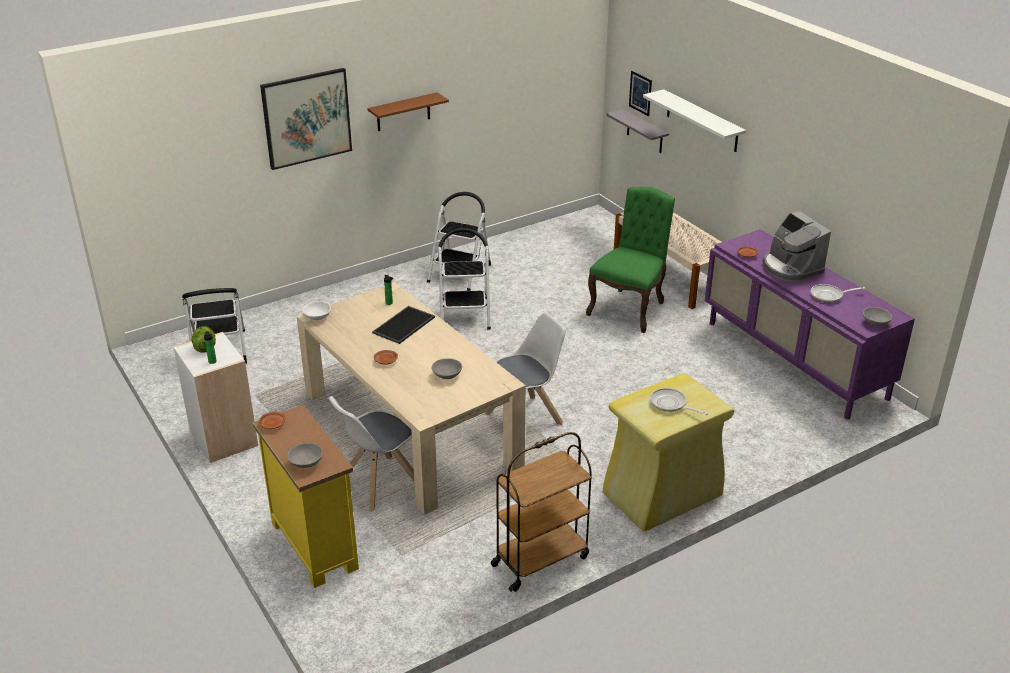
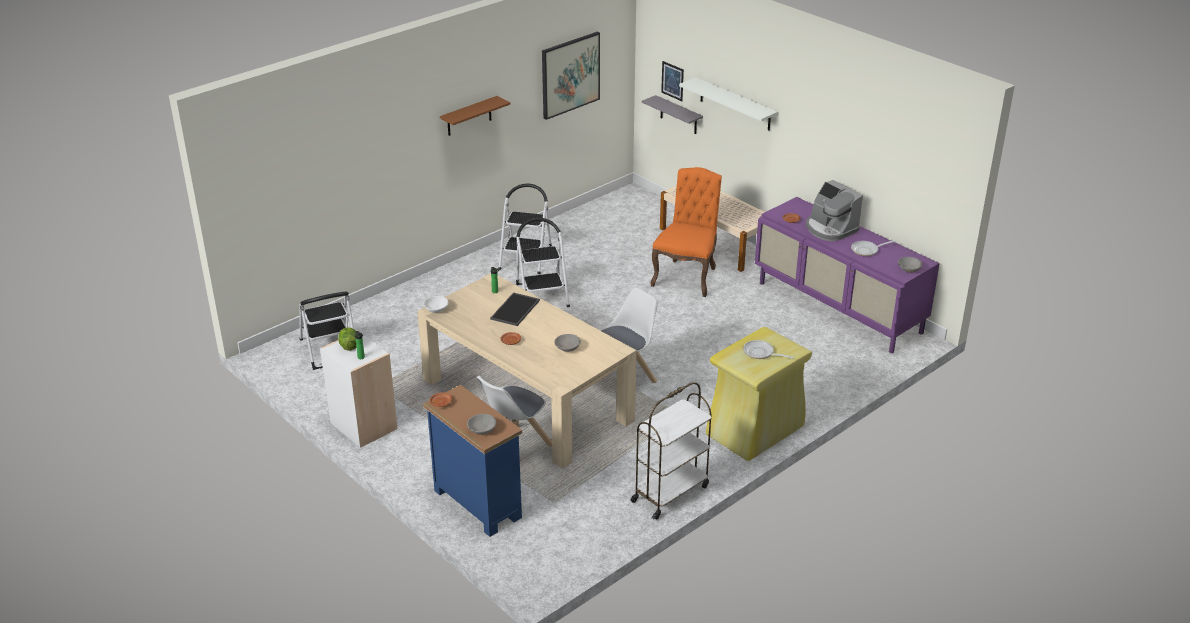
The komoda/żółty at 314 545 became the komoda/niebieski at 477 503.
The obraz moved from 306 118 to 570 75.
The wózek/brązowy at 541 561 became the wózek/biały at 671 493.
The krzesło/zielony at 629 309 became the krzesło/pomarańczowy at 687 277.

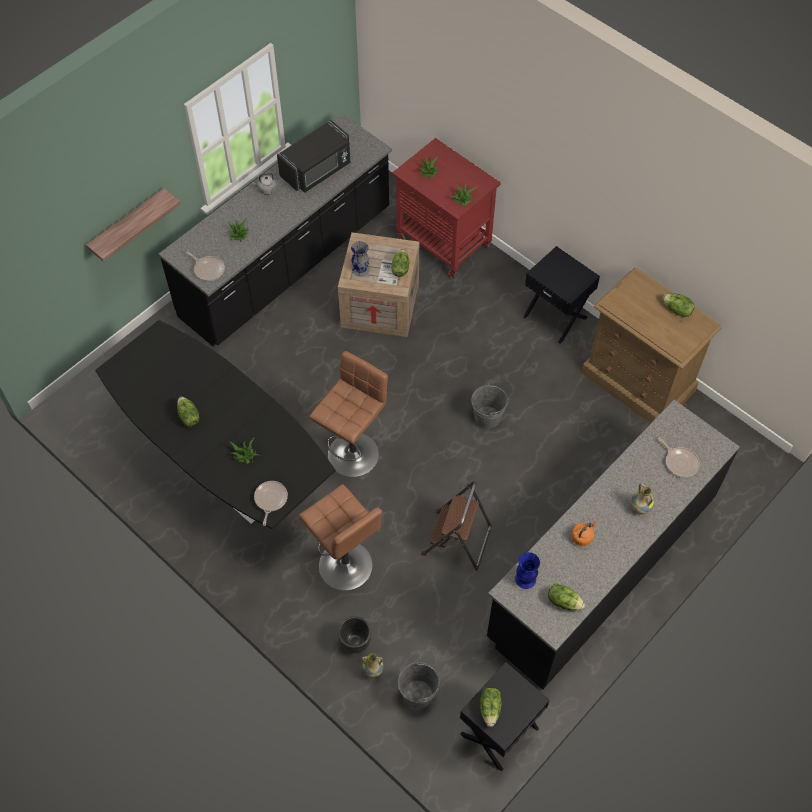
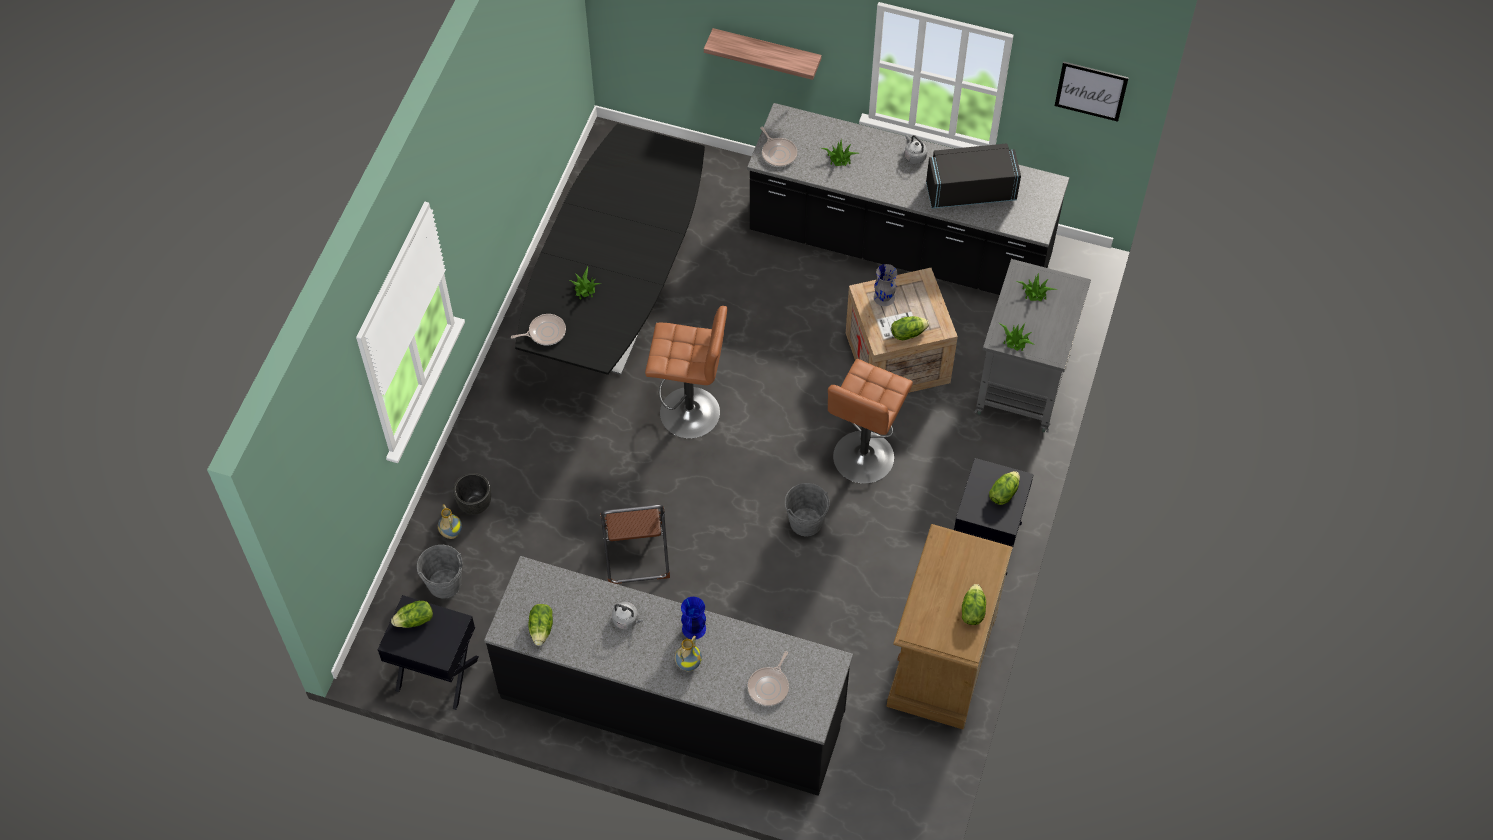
The czajnik/pomarańczowy at 582 536 became the czajnik/szary at 627 620.
The wazon/niebieski moved from 525 579 to 693 628.
The patelnia at 208 269 turned 45 degrees counterclockwise.
The stołek/brązowy moved from 345 566 to 862 457.
The mikrofalówka/czarny at 317 170 turned 150 degrees clockwise.
The wózek/czerwony at 444 244 became the wózek/szary at 1022 386.
The sałata moved from 188 417 to 1003 493.
The obraz at 1091 91 appeared.

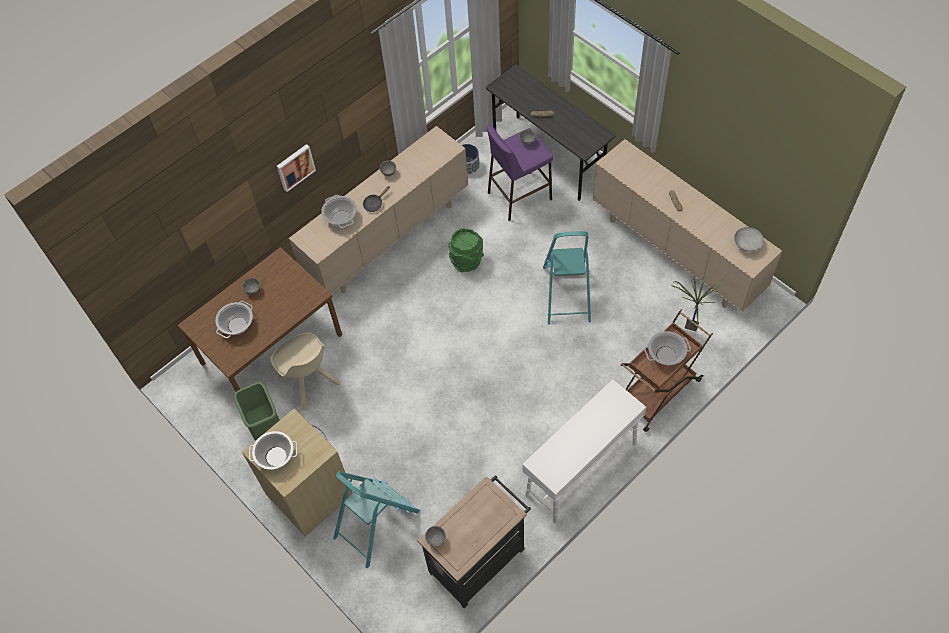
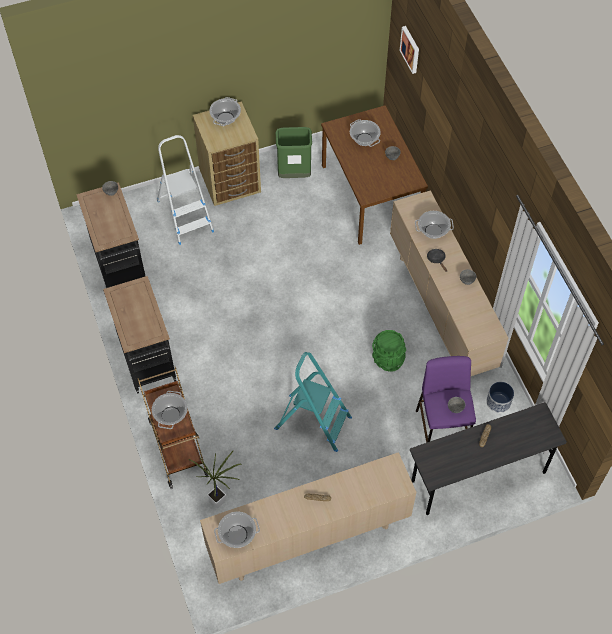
The stolik konsolowy/biały at 580 469 was replaced by the wózek/czarny at 147 360.
The drabinka/turkusowy at 377 523 became the drabinka/biały at 185 216.
The miska/szary at 746 244 was replaced by the garnek at 237 534.
The obraz moved from 295 167 to 411 49.
The krzesło/beżowy at 309 382 disappeared.

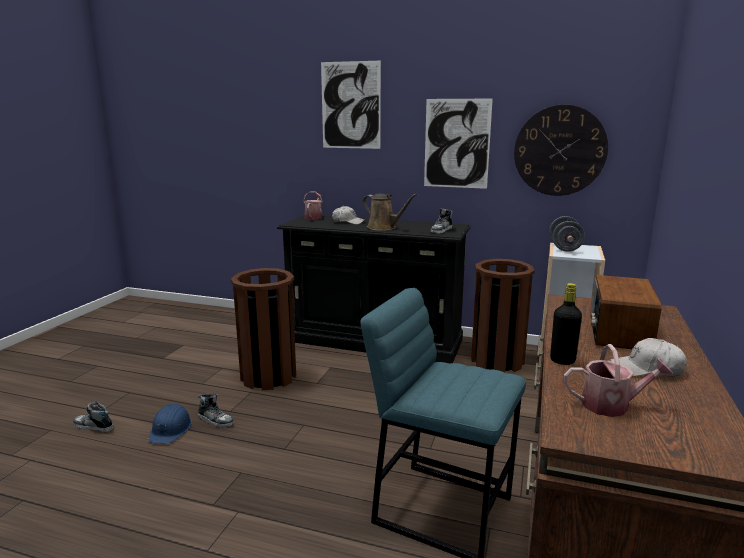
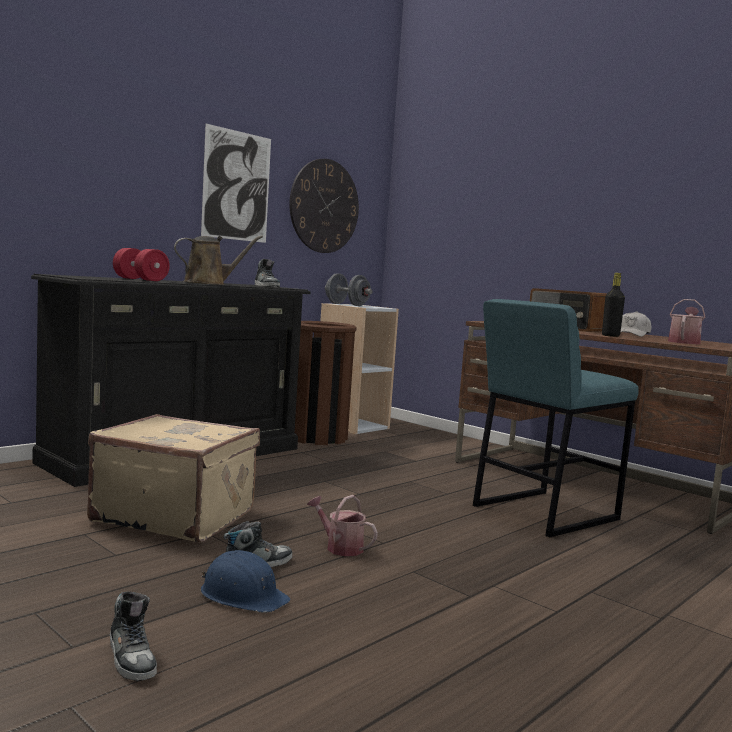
The kosz na śmieci/brązowy at 268 376 was replaced by the walizka/beżowy at 175 515.
The but at 93 426 turned 75 degrees counterclockwise.
The czapka z daszkiem/biały at 348 222 was replaced by the hantel/czerwony at 140 279.
The konewka moved from 314 217 to 340 547.
The obraz at 350 105 disappeared.

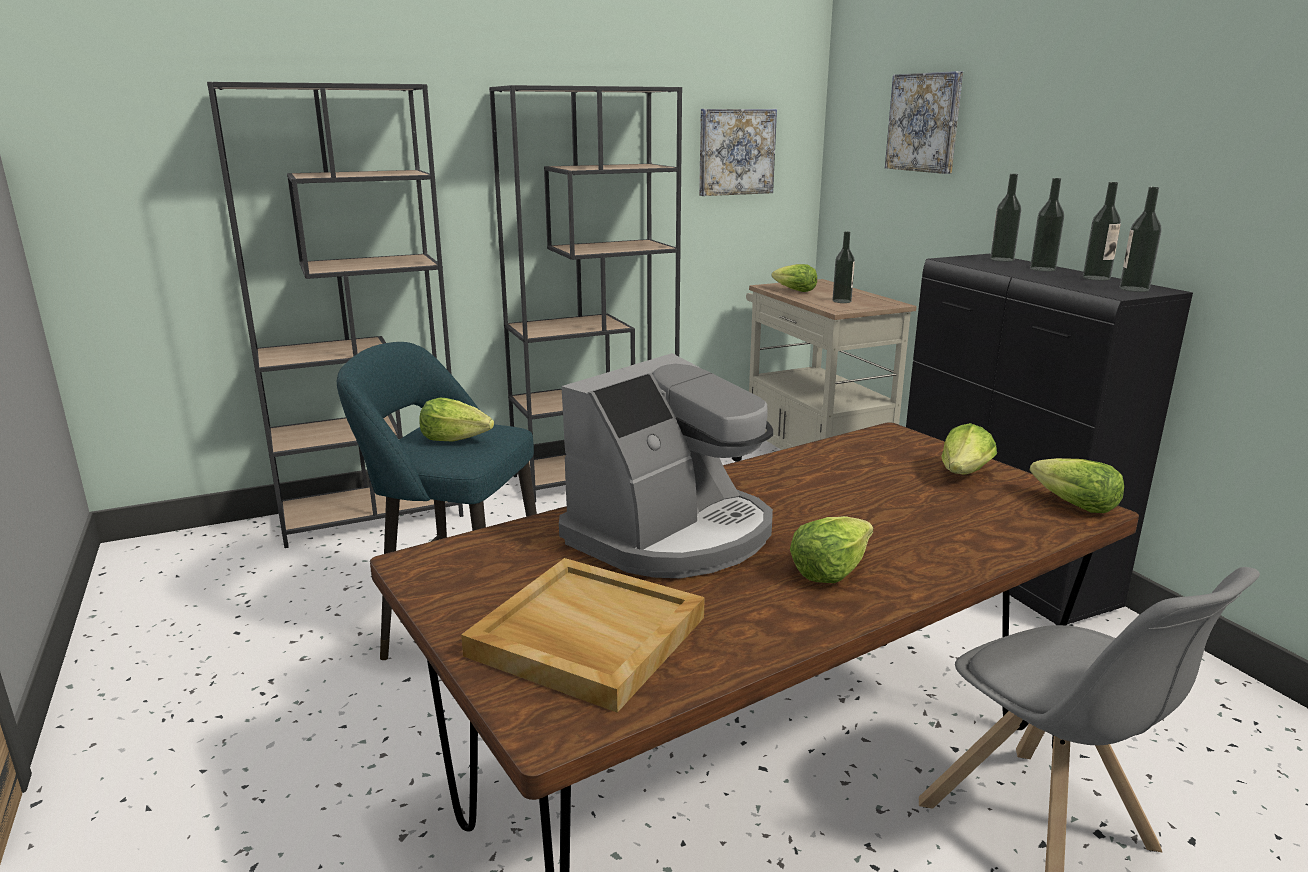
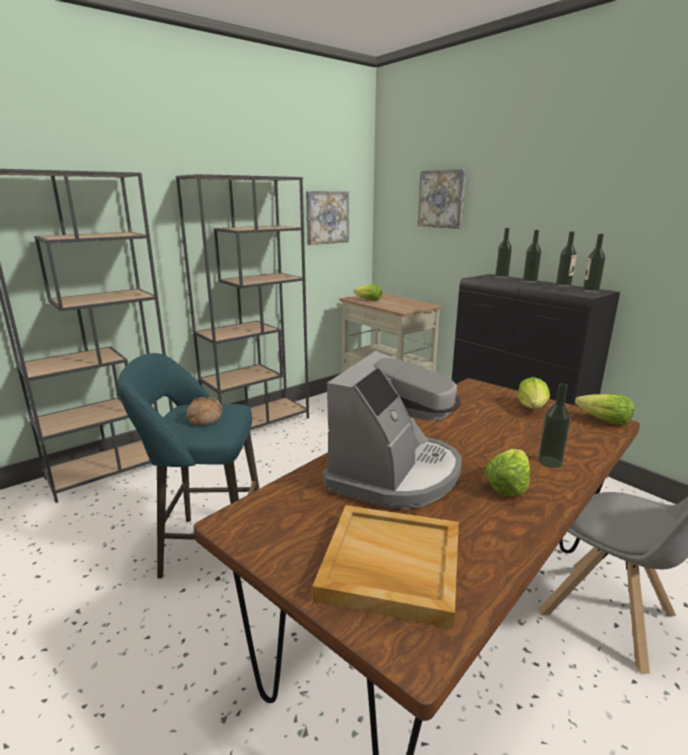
The sałata at 456 439 was replaced by the chleb at 204 418.
The butelka moved from 841 301 to 550 462.

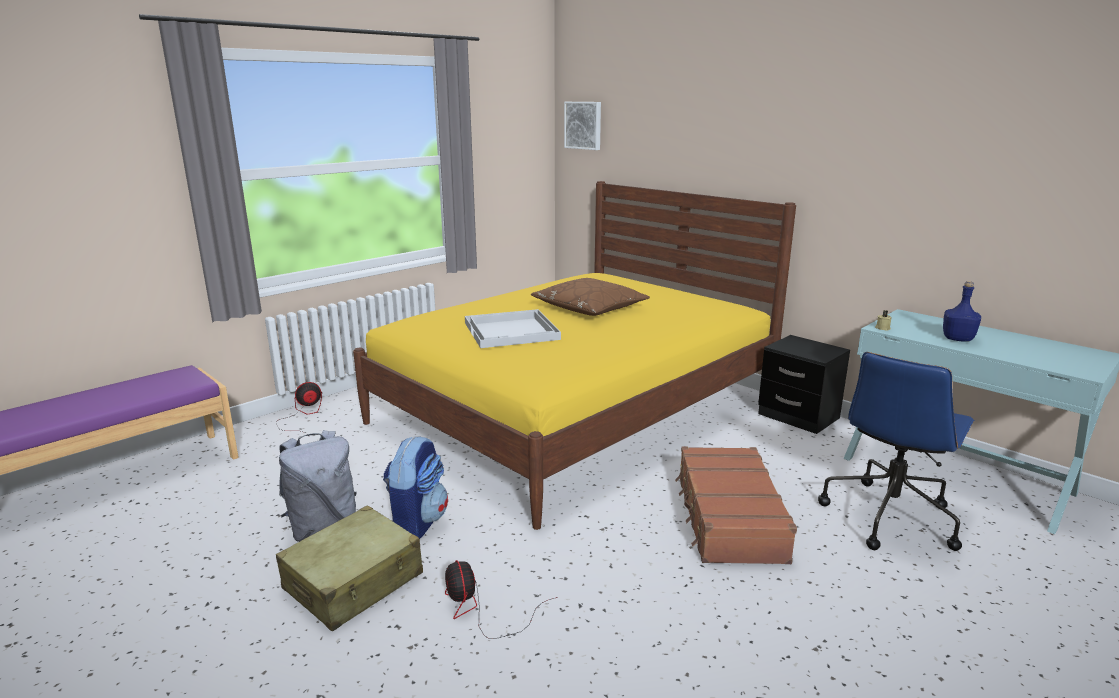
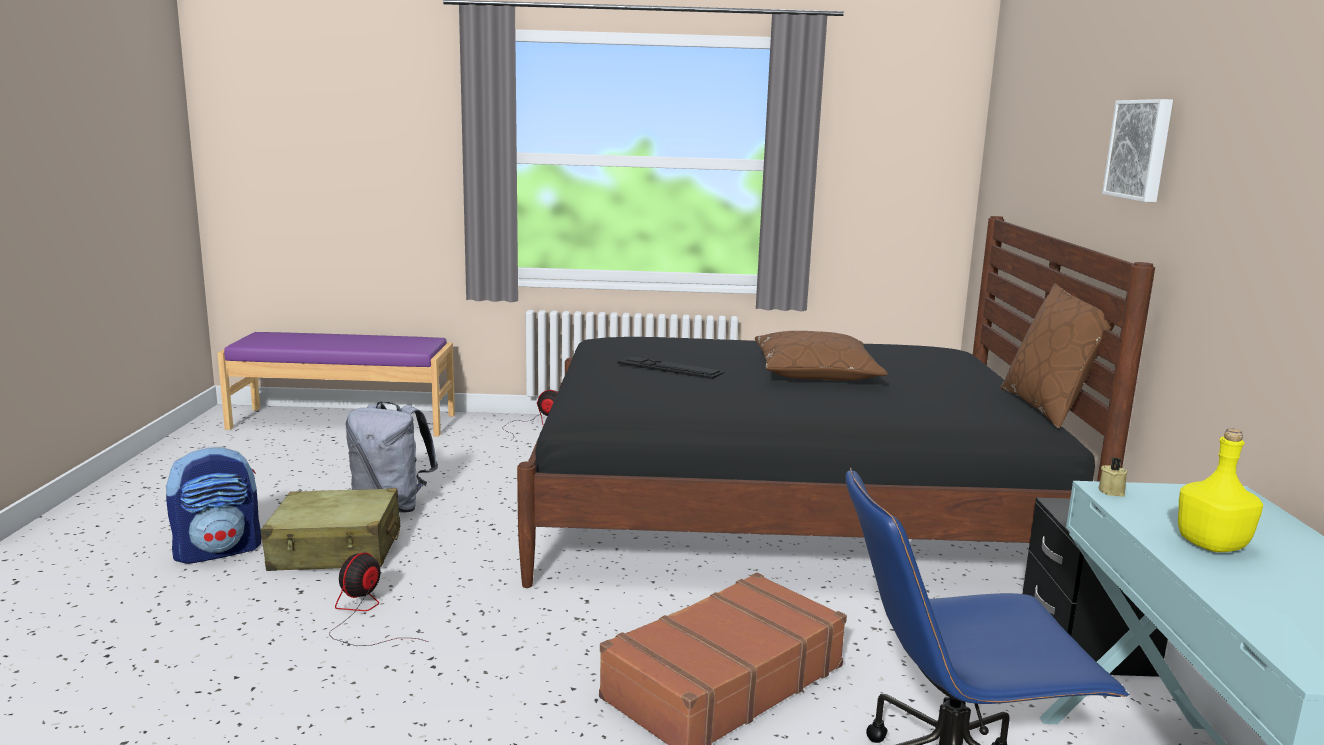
The plecak moved from 417 522 to 218 551.
The łóżko/żółty at 575 410 became the łóżko/czarny at 784 513.
The taca/biały at 512 331 was replaced by the klawiatura at 670 368.
The poduszka/brązowy at 1049 408 appeared.
The obraz moved from 583 125 to 1141 149.
The butelka/niebieski at 958 339 became the butelka/żółty at 1213 545.

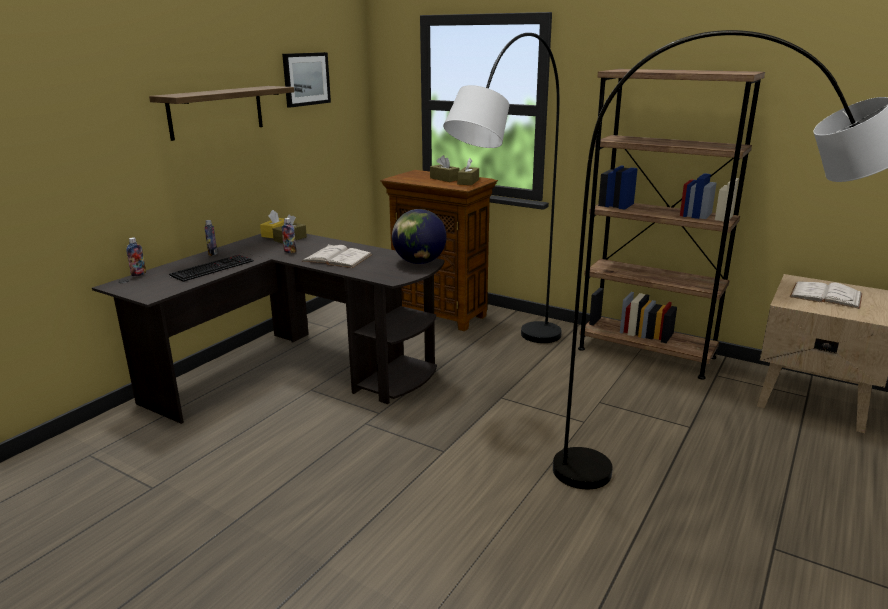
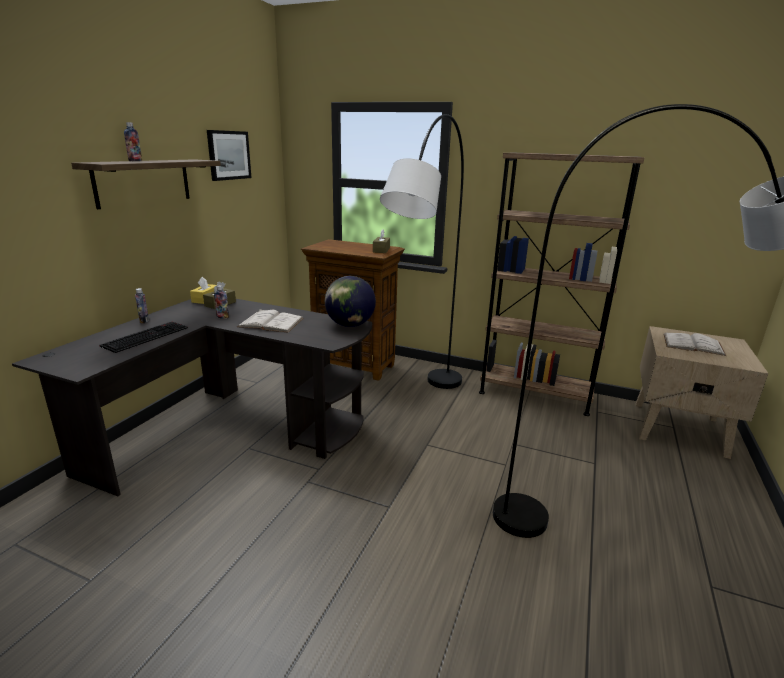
The butelka moved from 138 274 to 135 161.
The pudełko chusteczek/brązowy at 444 179 disappeared.

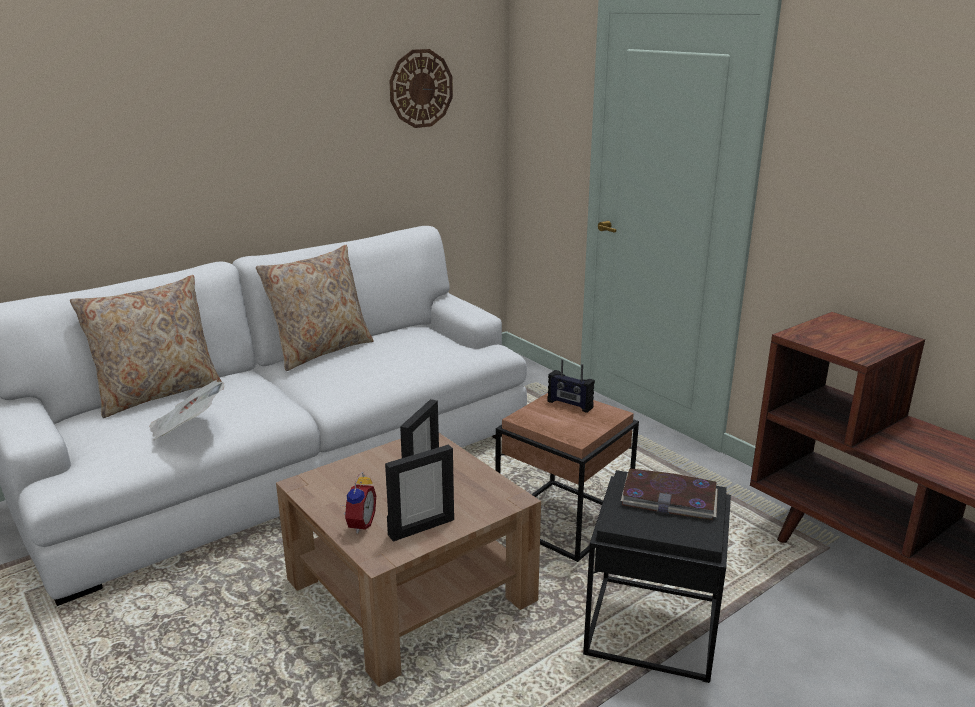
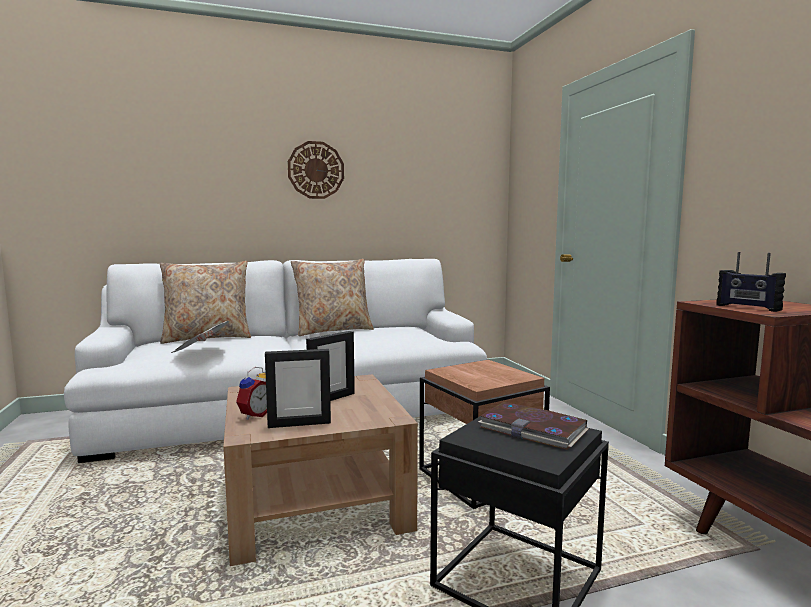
The zegar ścienny moved from 421 88 to 316 170.
The radio moved from 569 405 to 747 308.

